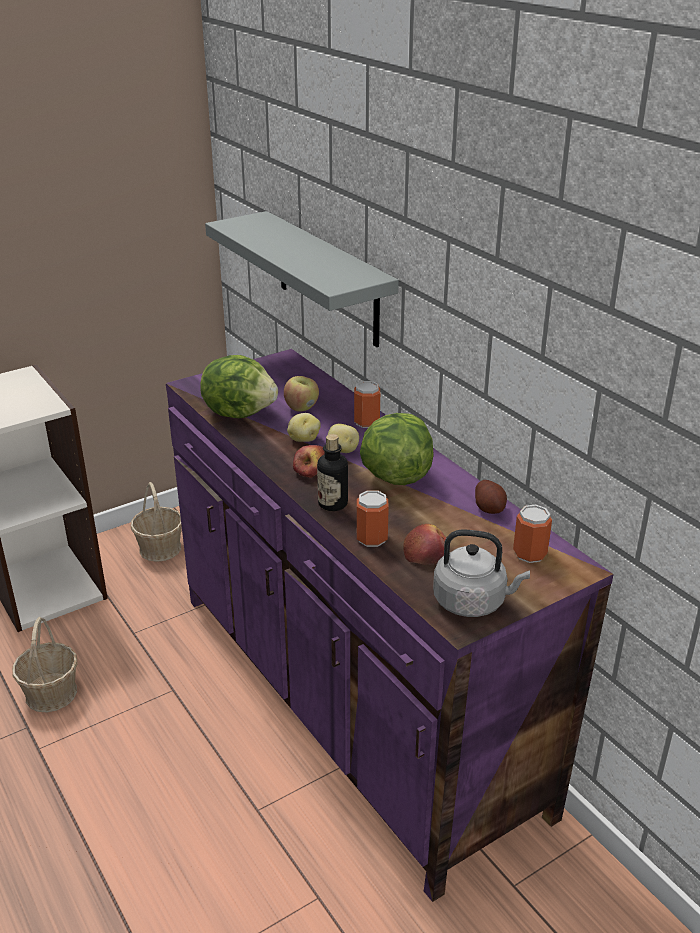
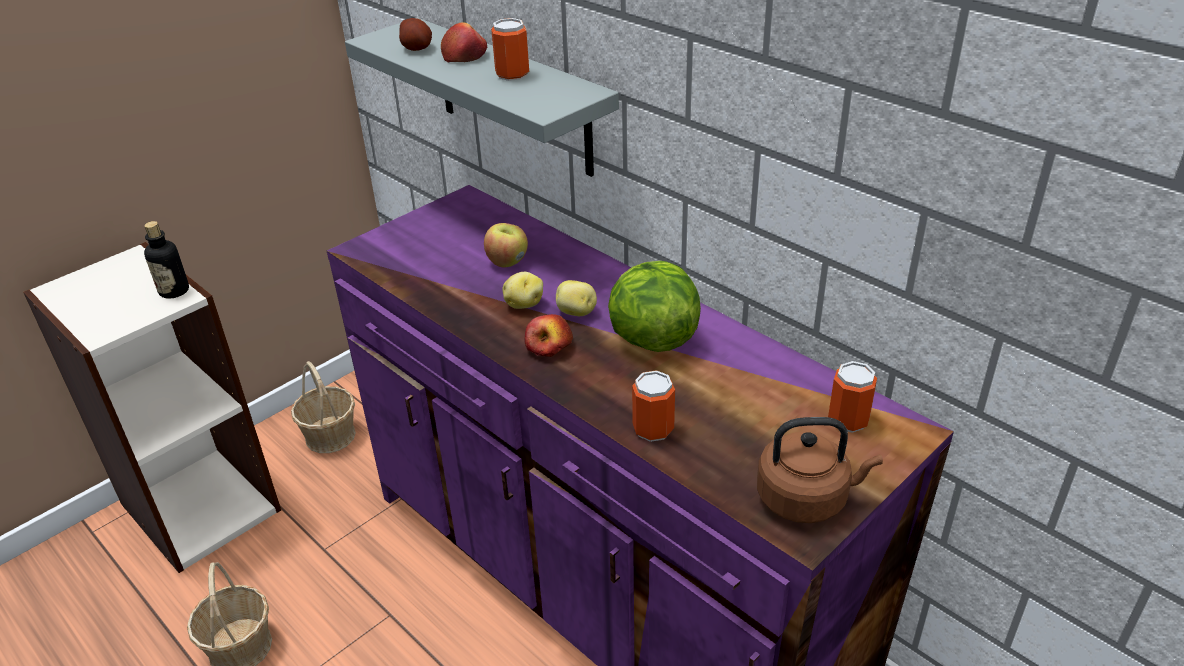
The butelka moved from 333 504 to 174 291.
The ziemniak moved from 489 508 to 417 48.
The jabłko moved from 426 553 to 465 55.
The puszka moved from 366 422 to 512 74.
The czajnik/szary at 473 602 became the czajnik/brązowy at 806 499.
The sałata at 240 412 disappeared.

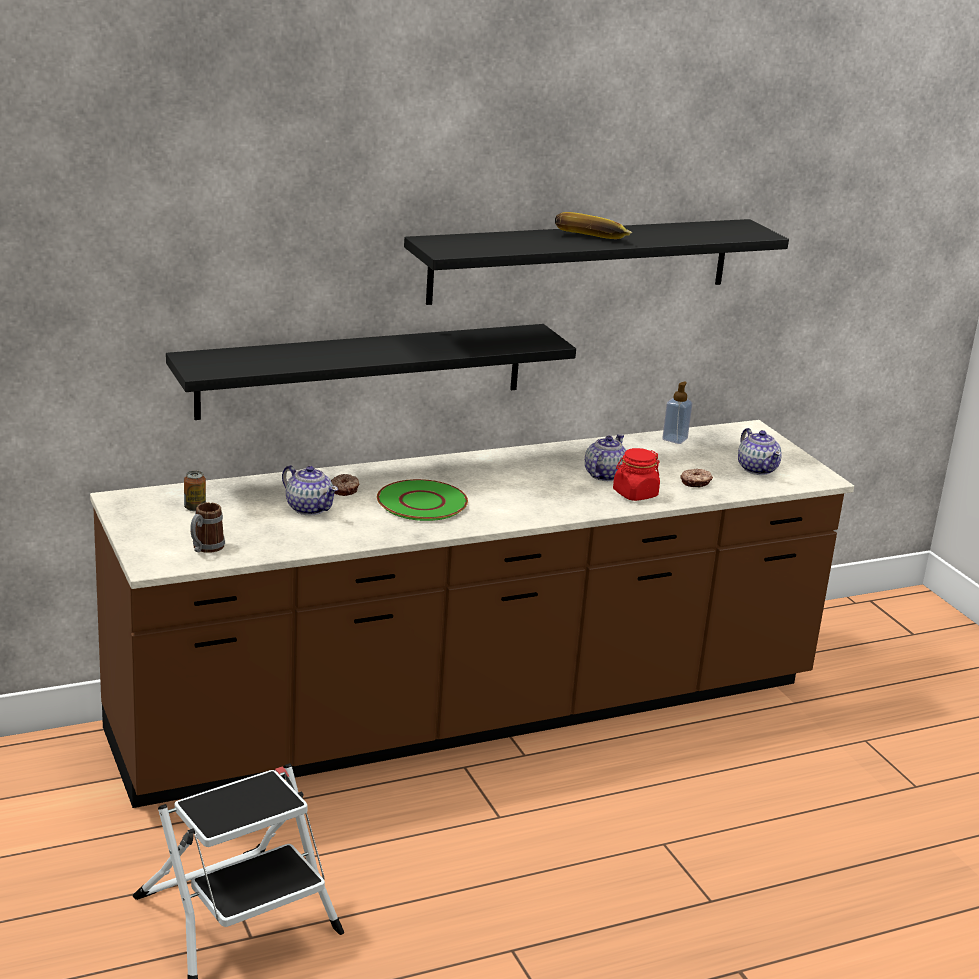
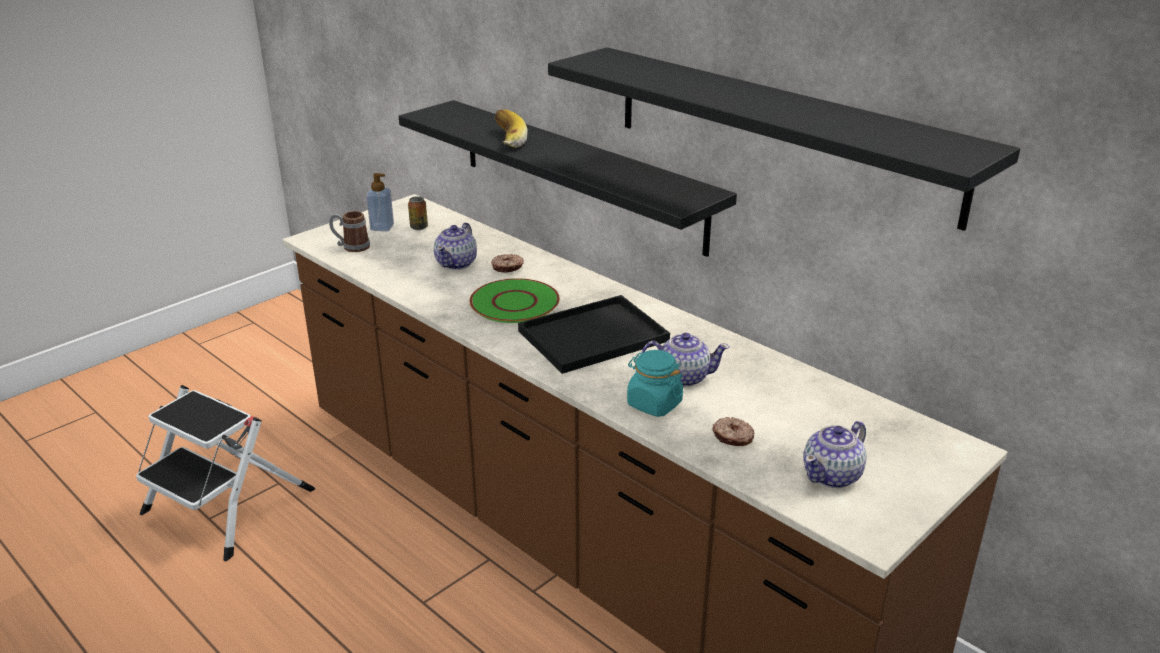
The dozownik mydła moved from 674 439 to 382 227.
The banan moved from 590 239 to 504 141.
The taca/czarny at 594 334 appeared.
The słoik/czerwony at 635 494 became the słoik/turkusowy at 654 404.

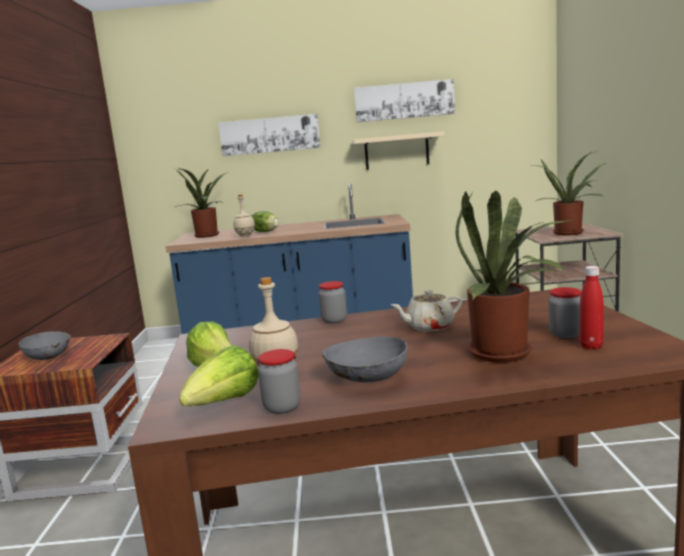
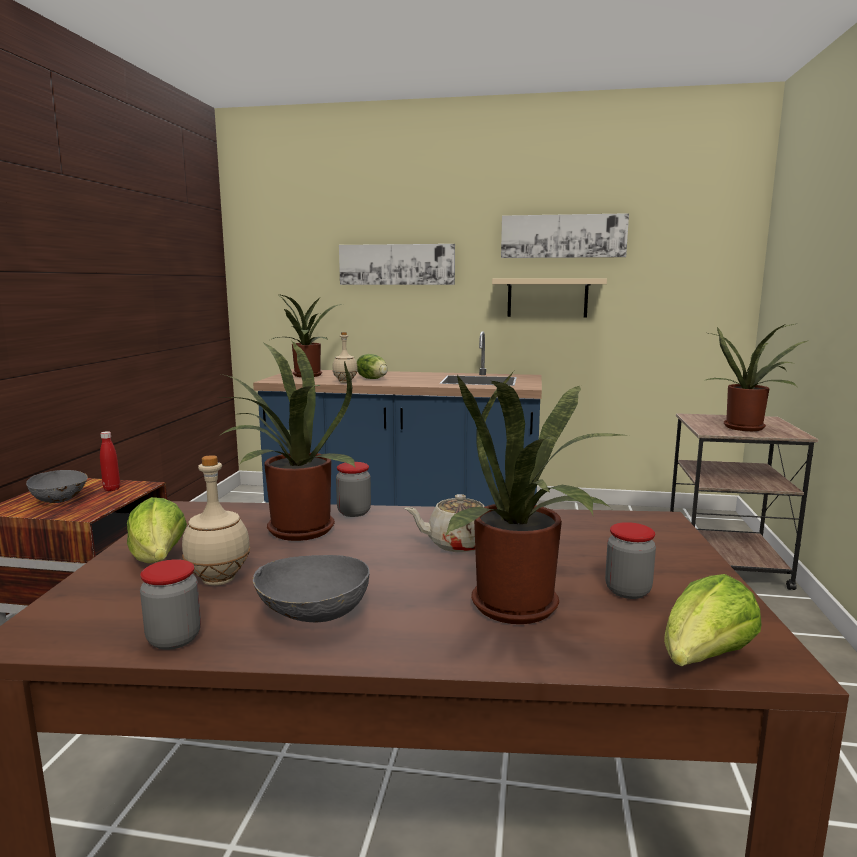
The butelka/czerwony moved from 591 346 to 112 489.
The roślina doniczkowa at 293 531 appeared.
The sałata moved from 224 404 to 704 660.

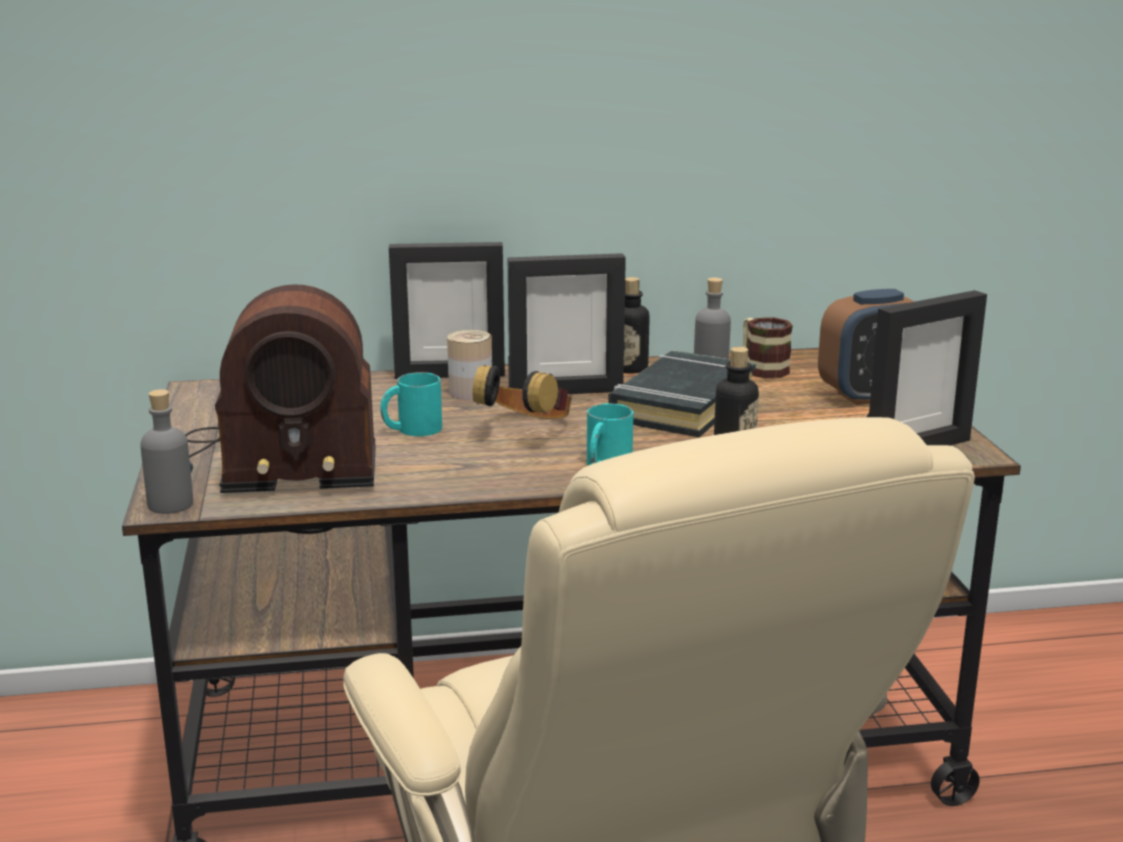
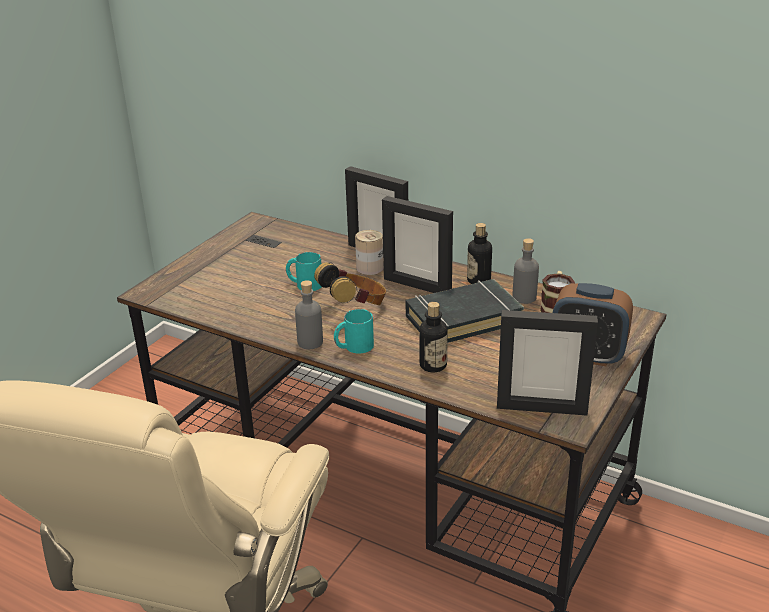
The butelka/szary moved from 170 504 to 310 342.
The radio at 278 460 disappeared.

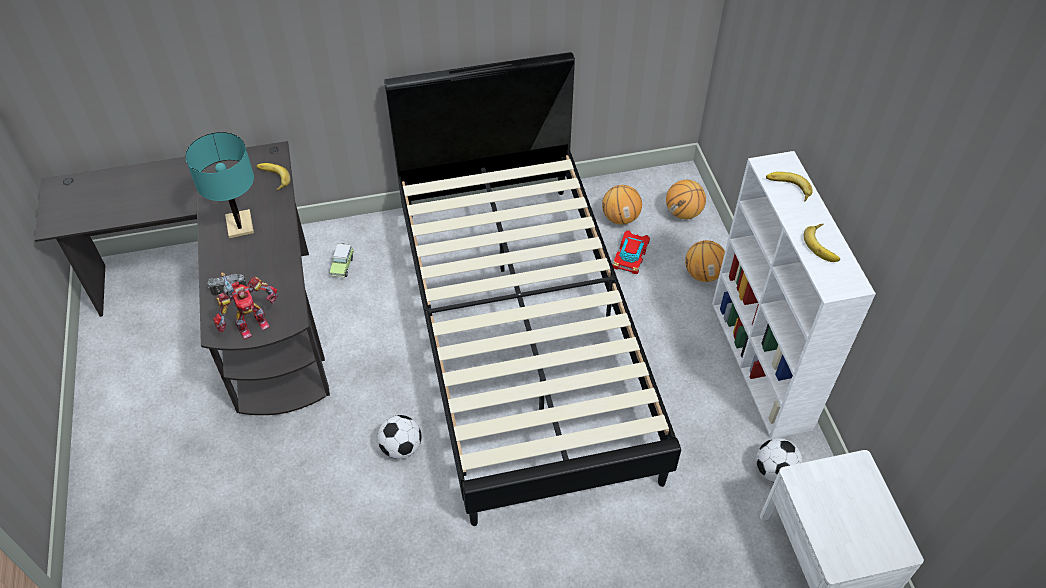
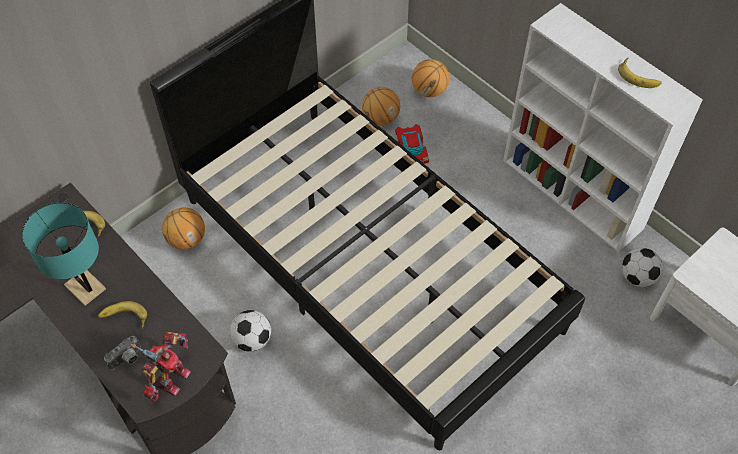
The banan moved from 787 189 to 123 319.
The piłka do koszykówki moved from 703 274 to 186 239.
The piłka futbolowa moved from 401 447 to 252 339.
The samochodzik at 342 265 disappeared.

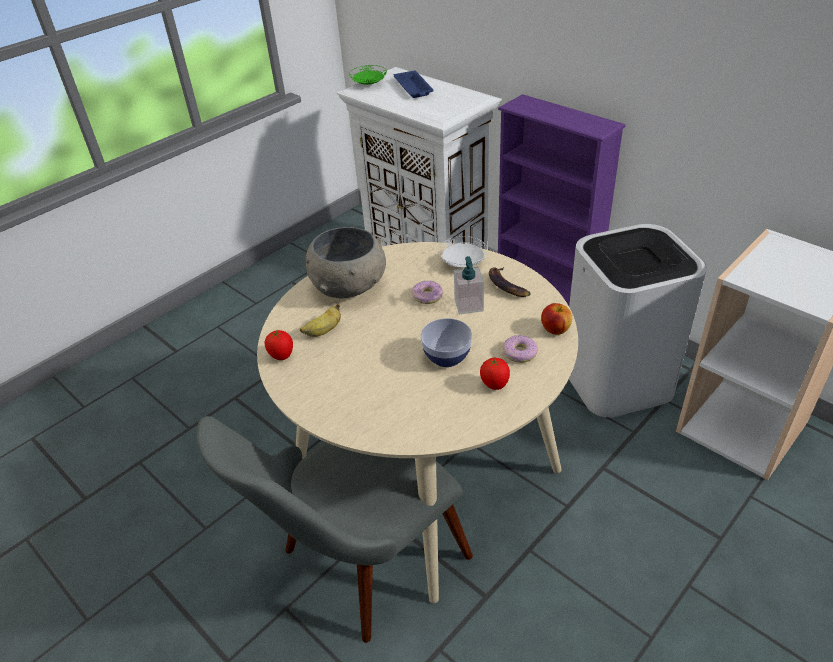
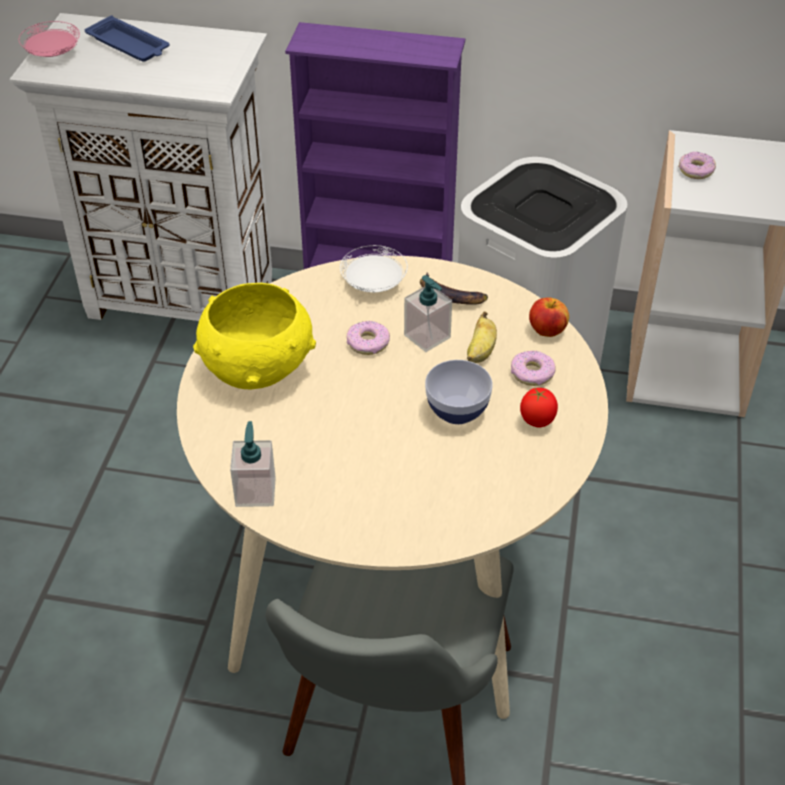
The talerz/zielony at 369 84 became the talerz/różowy at 53 54.
The miska/szary at 349 287 became the miska/żółty at 258 367.
The pomidor at 282 356 was replaced by the dozownik mydła at 255 491.
The banan moved from 323 331 to 480 352.
The donut at 695 170 appeared.

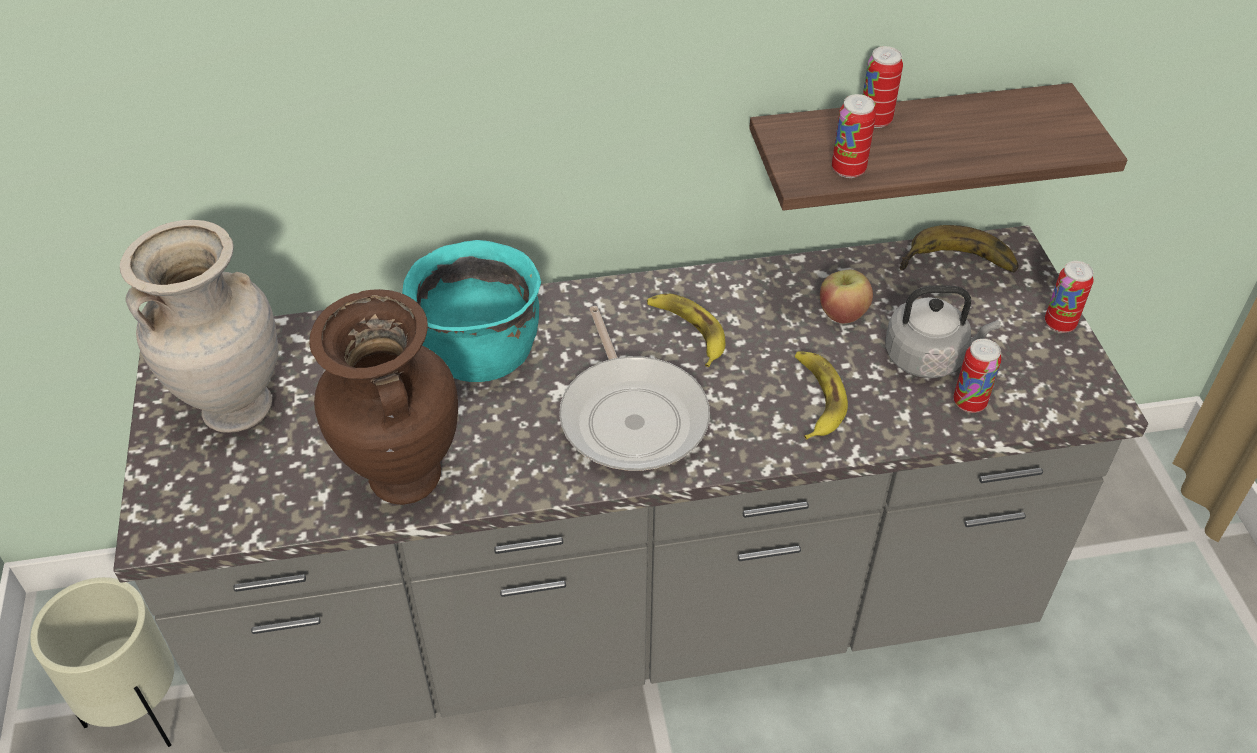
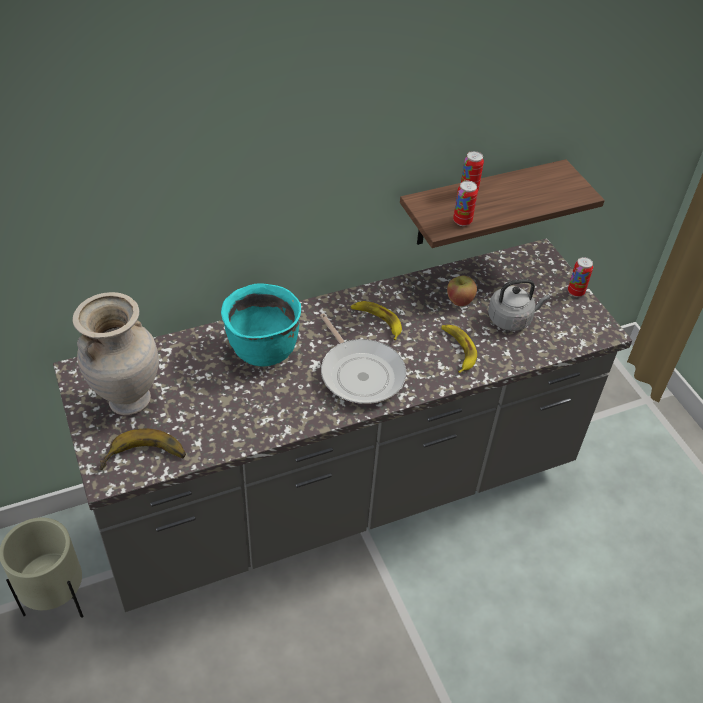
The banan moved from 958 267 to 144 459.
The wazon/brązowy at 402 480 disappeared.
The puszka at 969 403 disappeared.

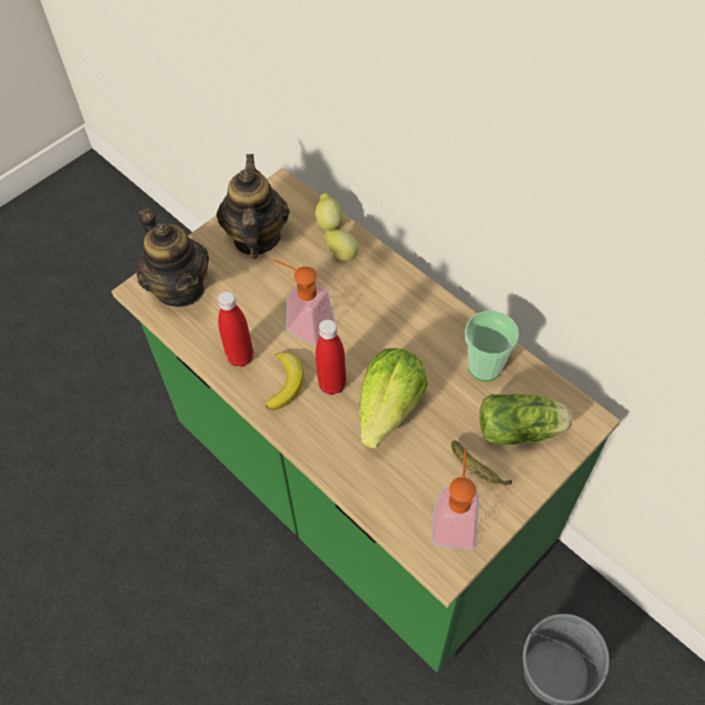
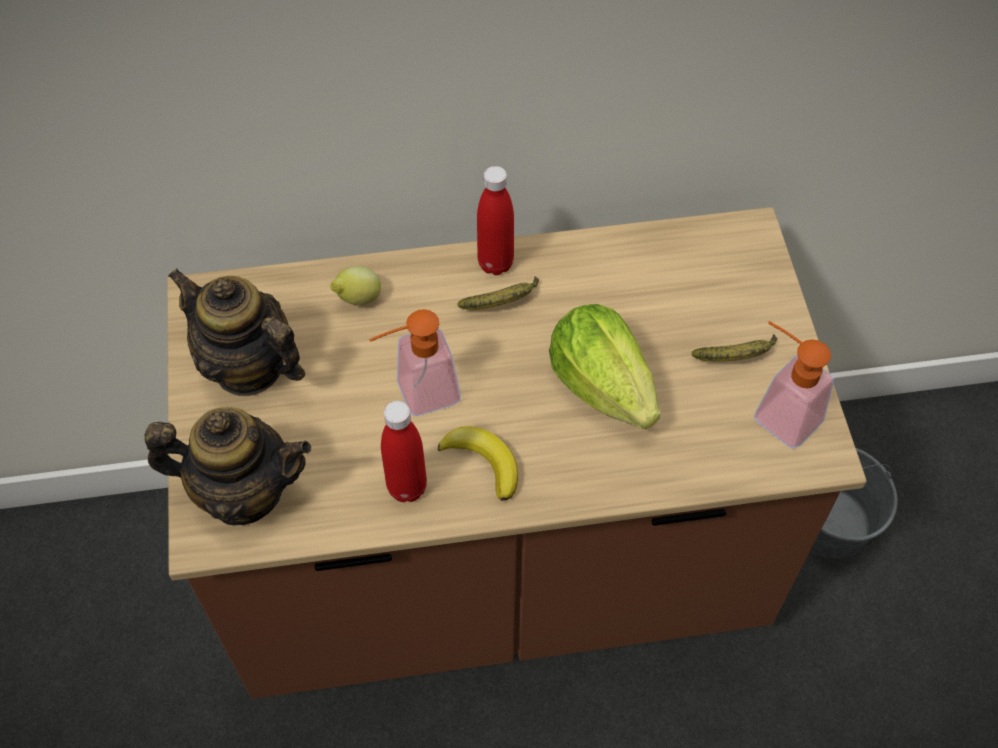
The zabudowa kuchenna/zielony at 357 494 became the zabudowa kuchenna/brązowy at 499 571.
The banan at 502 302 appeared.
The butelka/czerwony moved from 332 384 to 495 263.
The cytryna at 329 222 disappeared.
The filiżanka at 485 366 disappeared.
The sałata at 522 430 disappeared.

